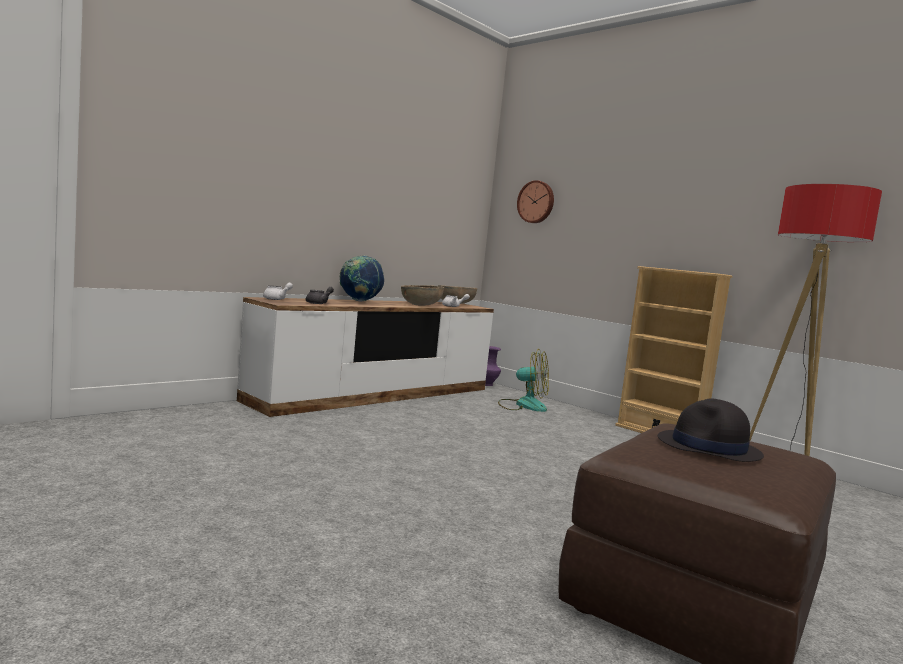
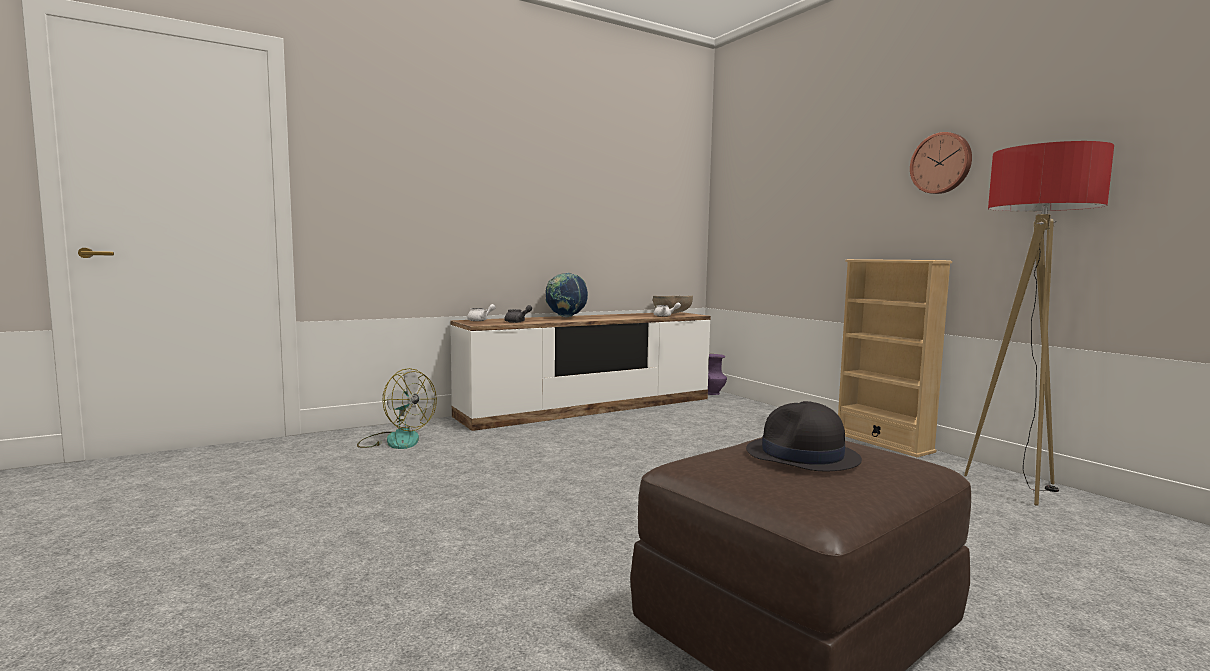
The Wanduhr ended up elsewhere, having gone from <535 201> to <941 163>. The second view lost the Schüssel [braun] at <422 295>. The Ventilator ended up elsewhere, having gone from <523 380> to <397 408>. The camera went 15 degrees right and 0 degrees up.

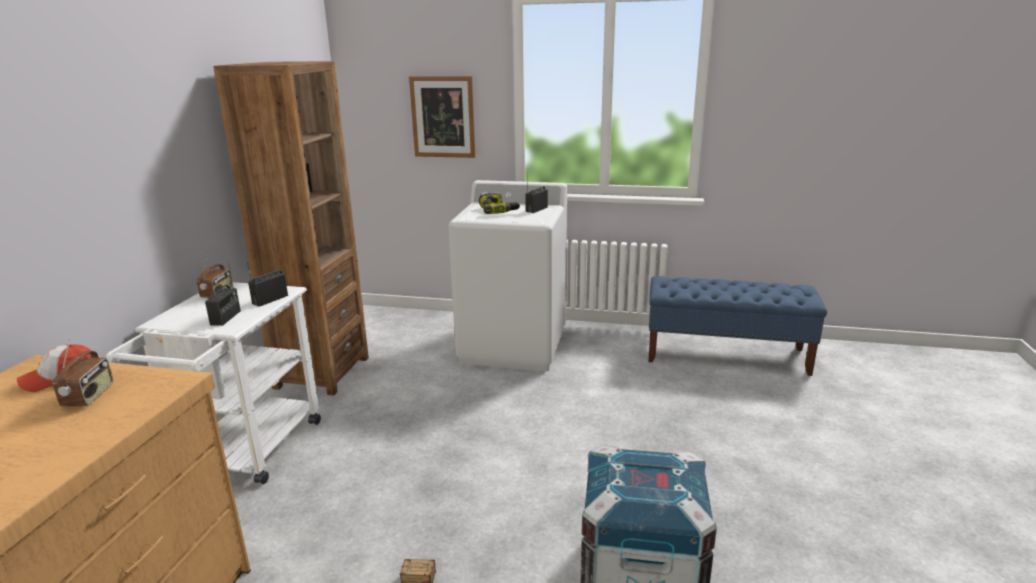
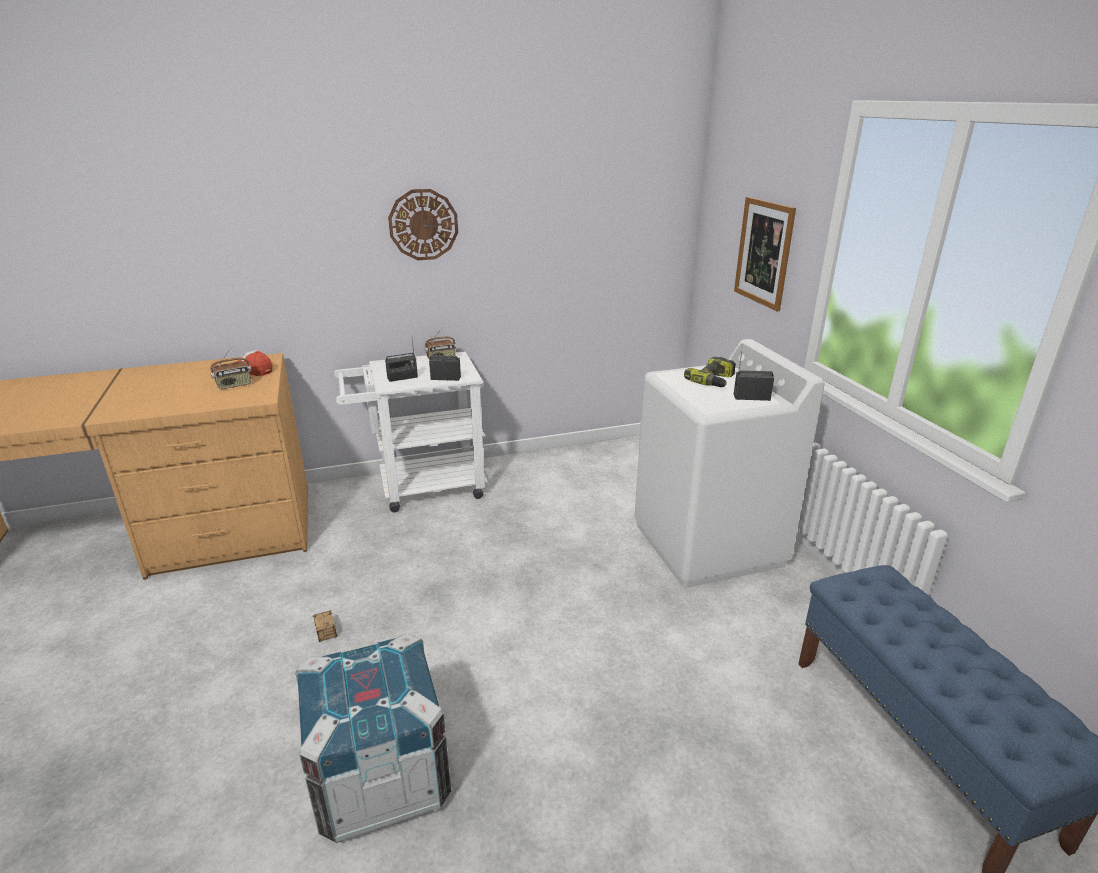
The second view lost the Bücherregal [braun] at <291 228>. The second view gained the Wanduhr at <423 224>. The camera went 60 degrees right and 5 degrees up.

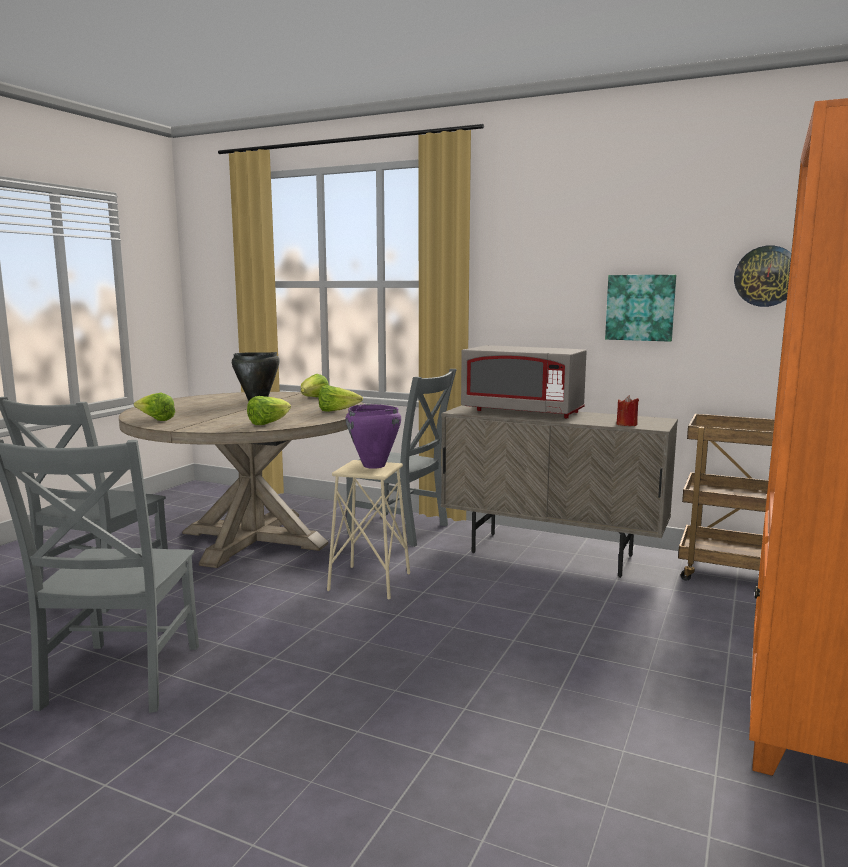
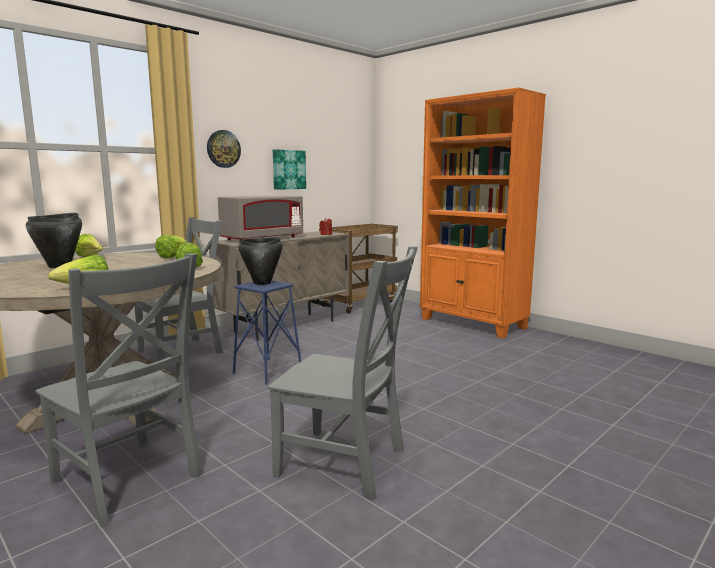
The Wanduhr ended up elsewhere, having gone from <762 276> to <224 149>. What was the Kochtopf [lila] at <373 436> turned into the Kochtopf [schwarz] at <261 261>. What was the Hocker [beige] at <368 530> turned into the Hocker [blau] at <267 333>. The camera went 70 degrees left and 0 degrees up.

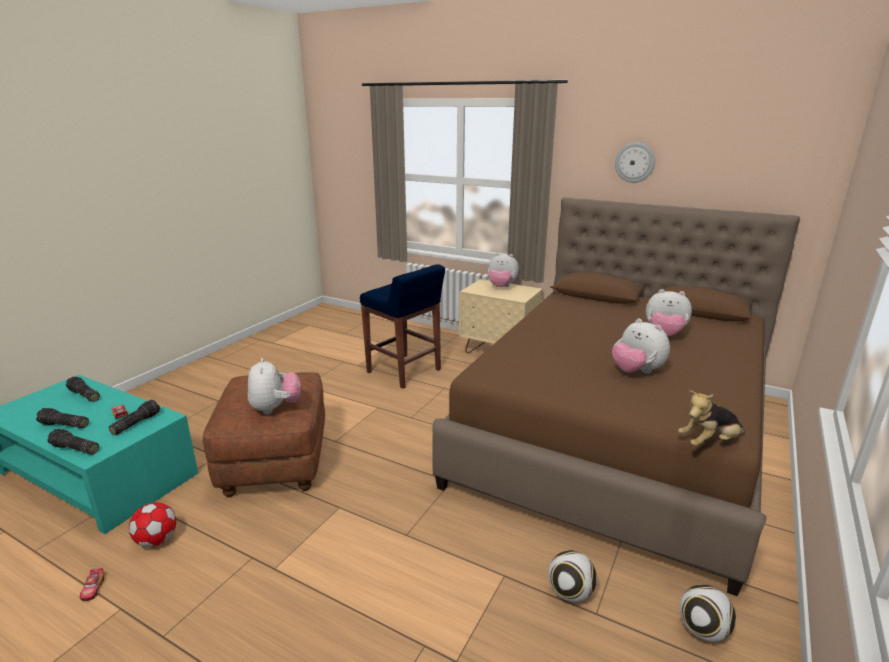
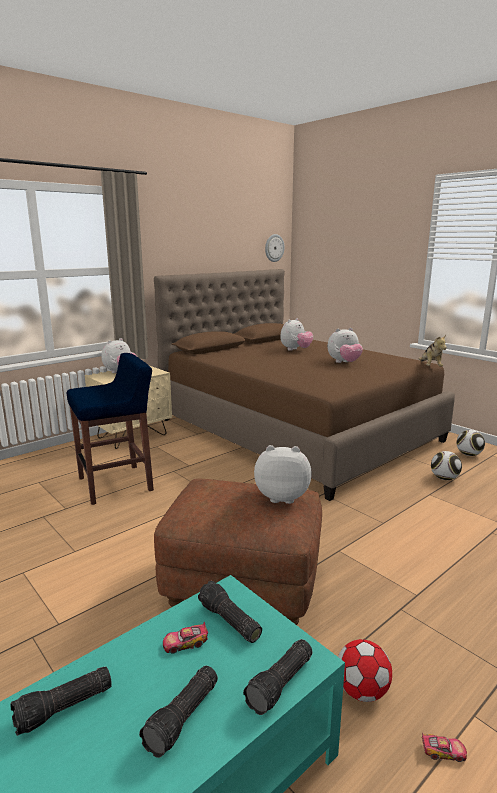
The Wanduhr ended up elsewhere, having gone from <635 162> to <275 248>. The camera went 70 degrees left and 5 degrees down.

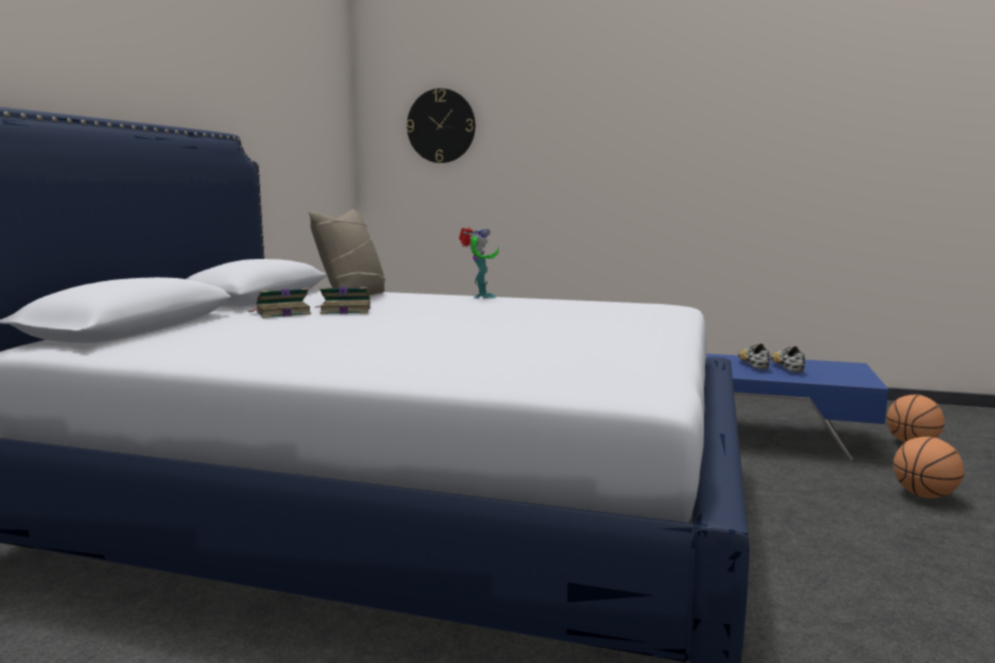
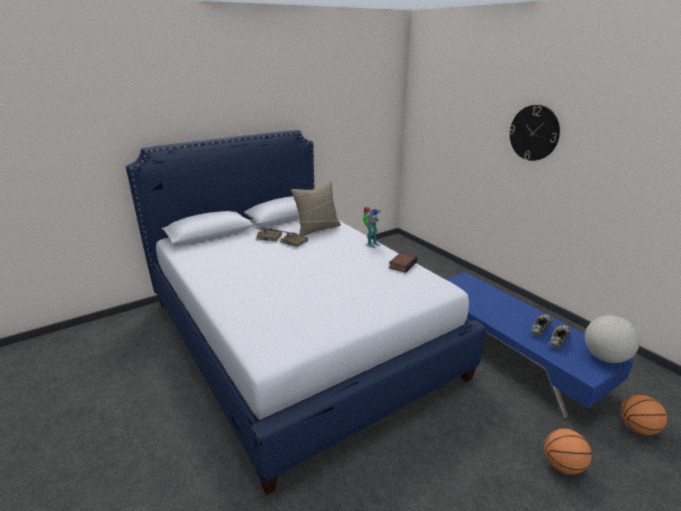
The Wanduhr ended up elsewhere, having gone from <440 125> to <534 133>. The second view gained the Buch at <403 263>. The second view gained the Globus at <612 339>. The camera went 40 degrees right and 15 degrees up.

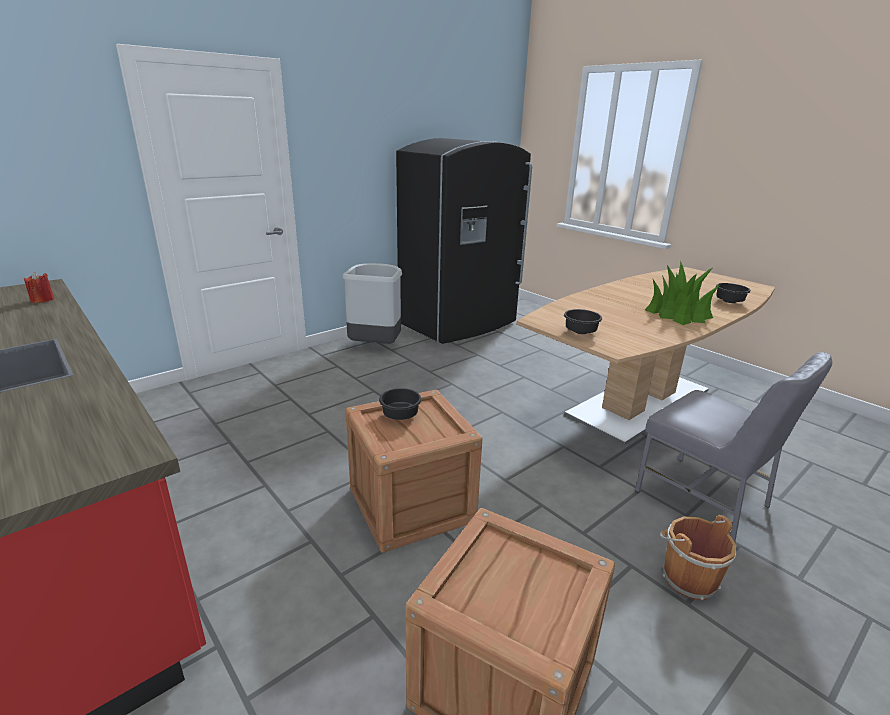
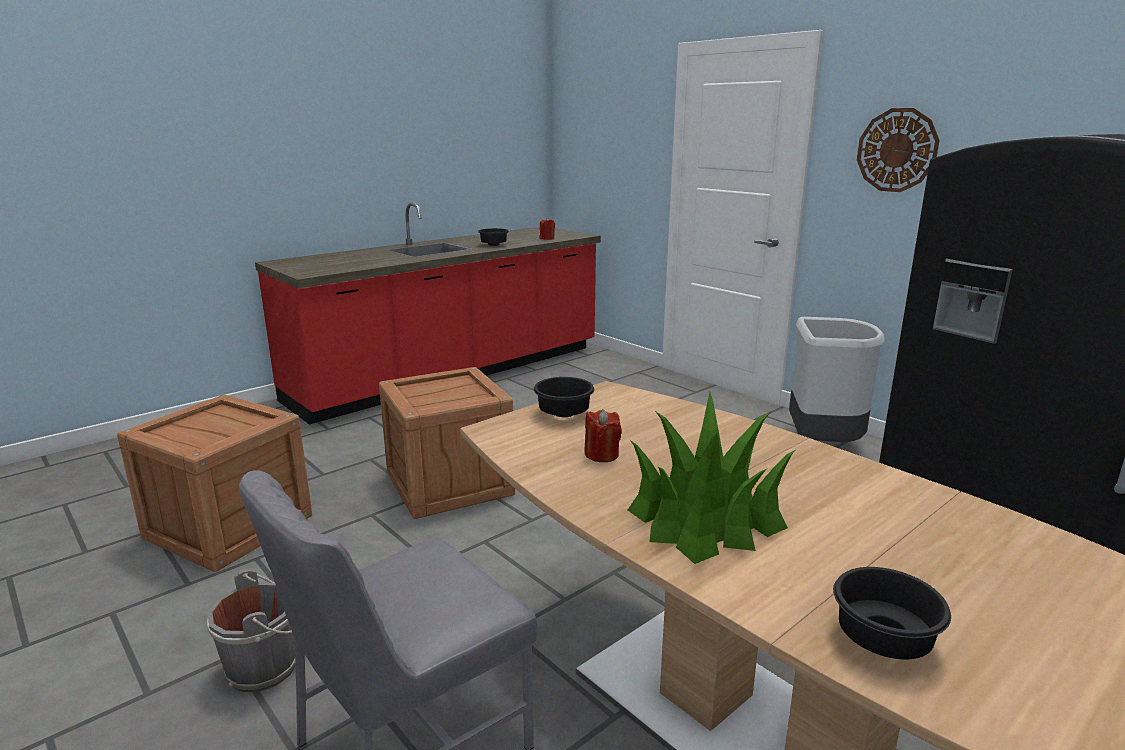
The Schüssel [schwarz] ended up elsewhere, having gone from <400 404> to <493 237>. What was the Eimer [braun] at <699 557> turned into the Eimer [grau] at <251 630>. The second view gained the Wanduhr at <898 150>. The second view gained the Kerze [rot] at <603 435>. The camera went 90 degrees right and 5 degrees down.

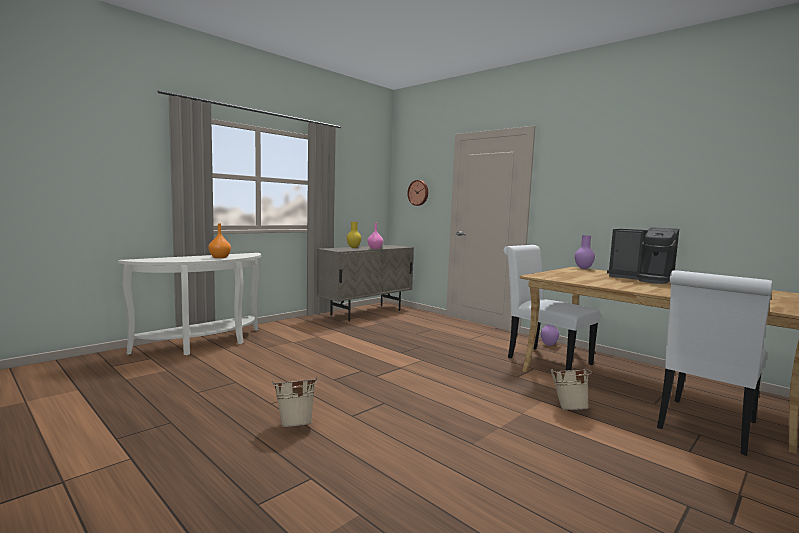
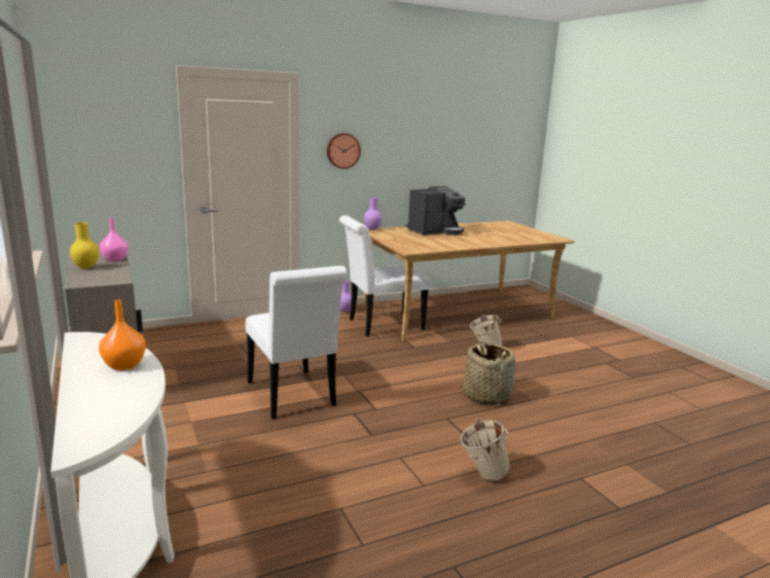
The Wanduhr ended up elsewhere, having gone from <417 193> to <344 151>. The Stuhl [weiß] ended up elsewhere, having gone from <715 363> to <296 342>. The second view gained the Korb at <489 372>. The camera went 70 degrees left and 10 degrees up.

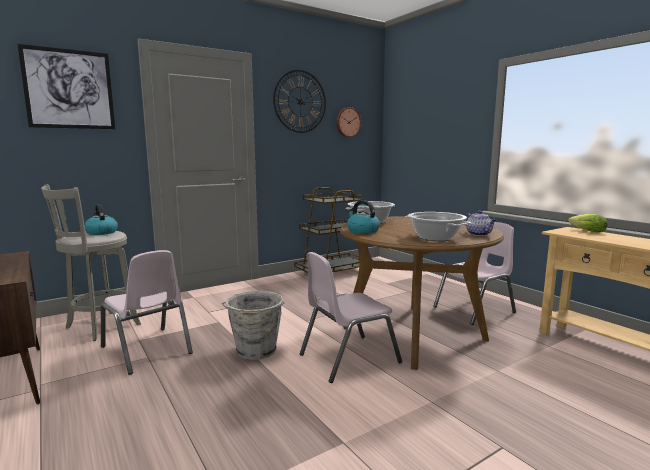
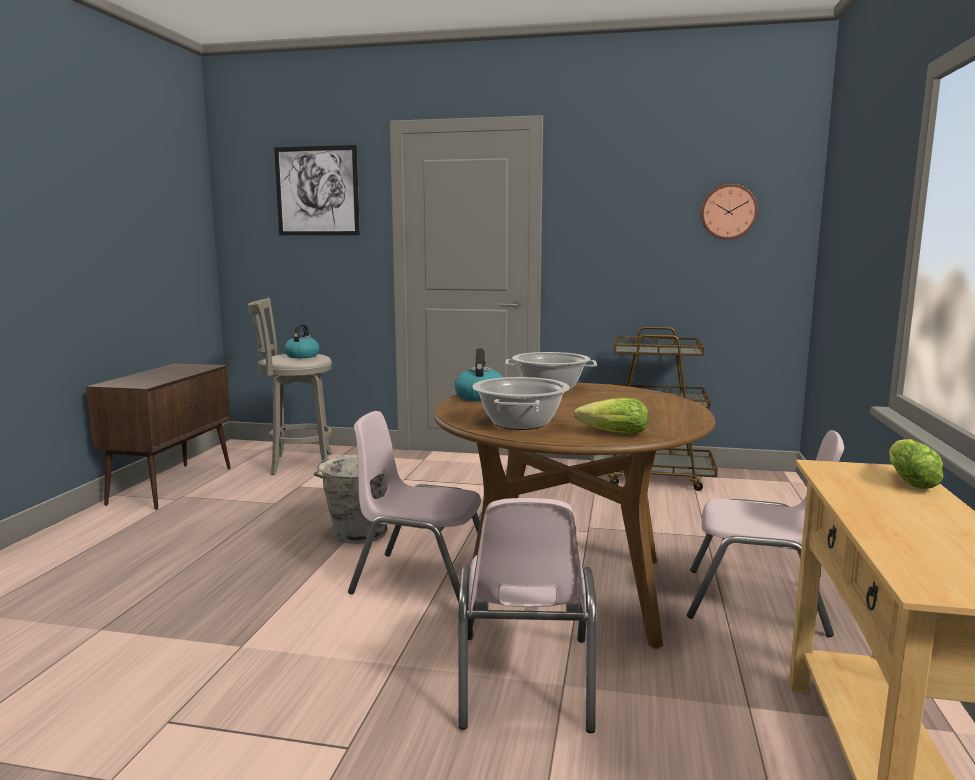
The second view lost the Wanduhr at <299 101>. Where the Teekanne stood at <479 223>, the Salatkopf came to stand at <611 416>. The Stuhl [rosa] ended up elsewhere, having gone from <147 312> to <527 615>. The camera went 45 degrees right and 0 degrees up.

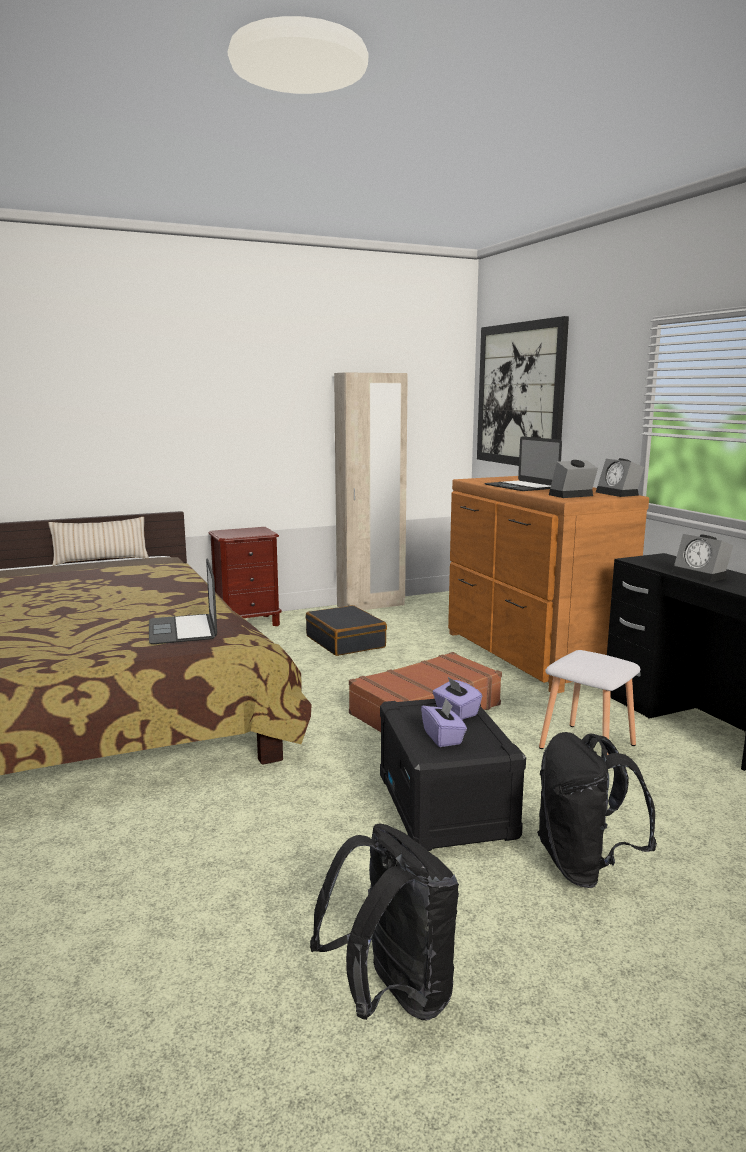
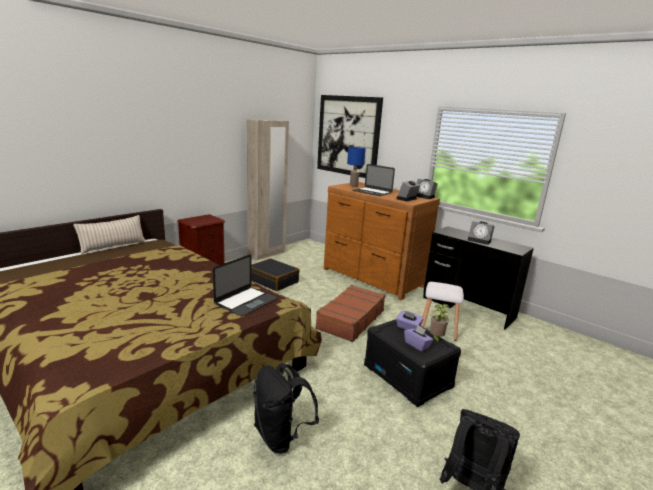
The Laptop at <183 601> ended up facing another way, 105 degrees counterclockwise from before. The Rucksack [schwarz] ended up elsewhere, having gone from <597 810> to <286 408>. The second view gained the Tischlampe [blau] at <356 167>. The second view gained the Topfpflanze at <440 323>. The camera went 25 degrees left and 5 degrees up.

